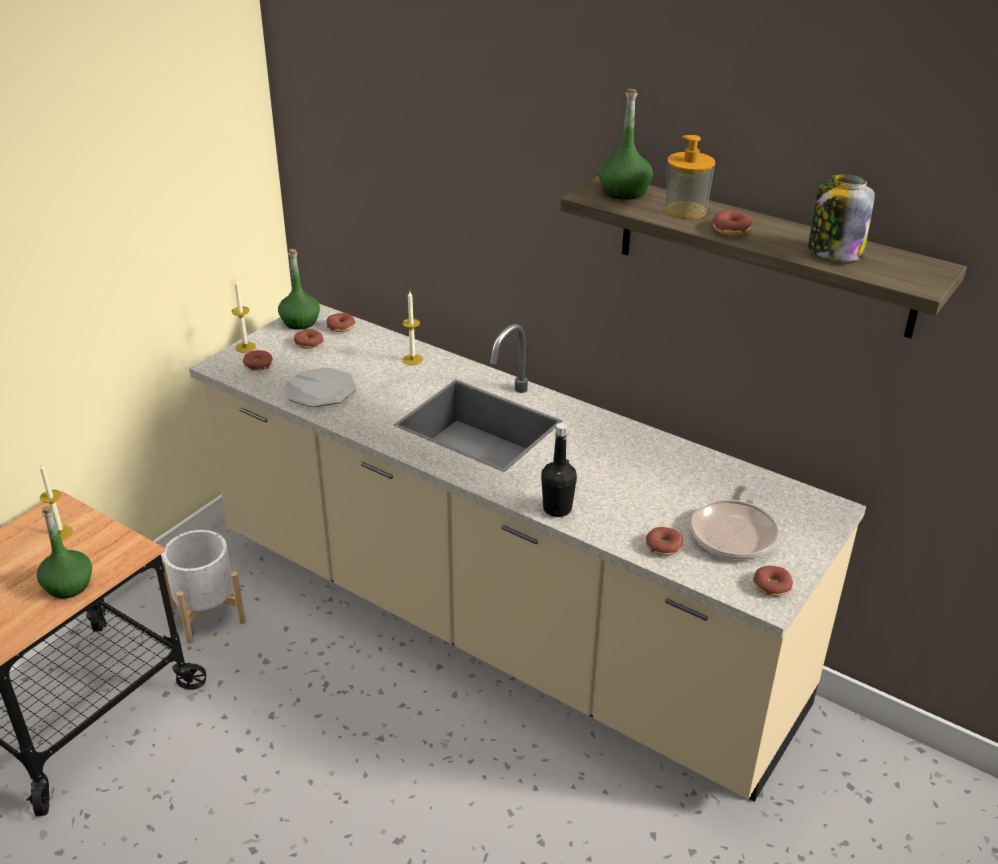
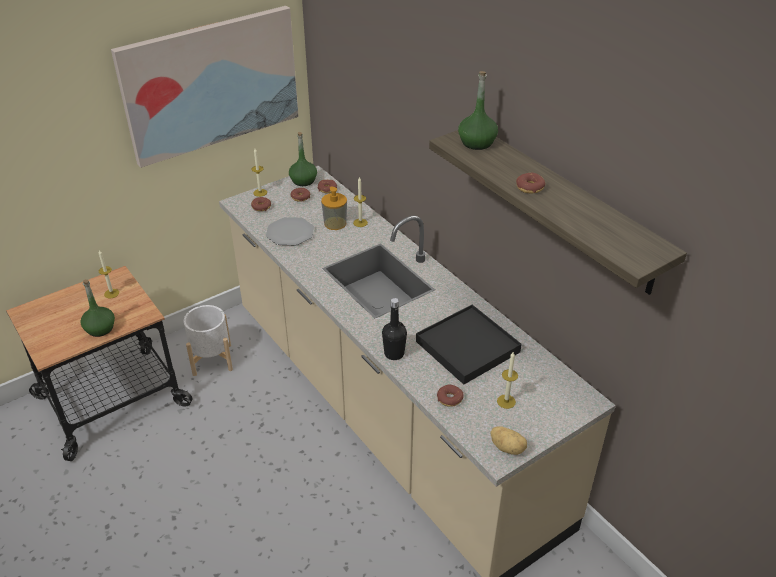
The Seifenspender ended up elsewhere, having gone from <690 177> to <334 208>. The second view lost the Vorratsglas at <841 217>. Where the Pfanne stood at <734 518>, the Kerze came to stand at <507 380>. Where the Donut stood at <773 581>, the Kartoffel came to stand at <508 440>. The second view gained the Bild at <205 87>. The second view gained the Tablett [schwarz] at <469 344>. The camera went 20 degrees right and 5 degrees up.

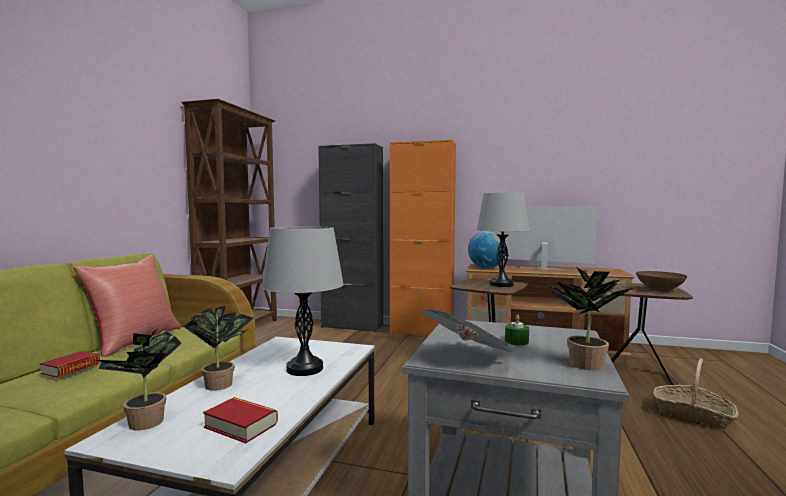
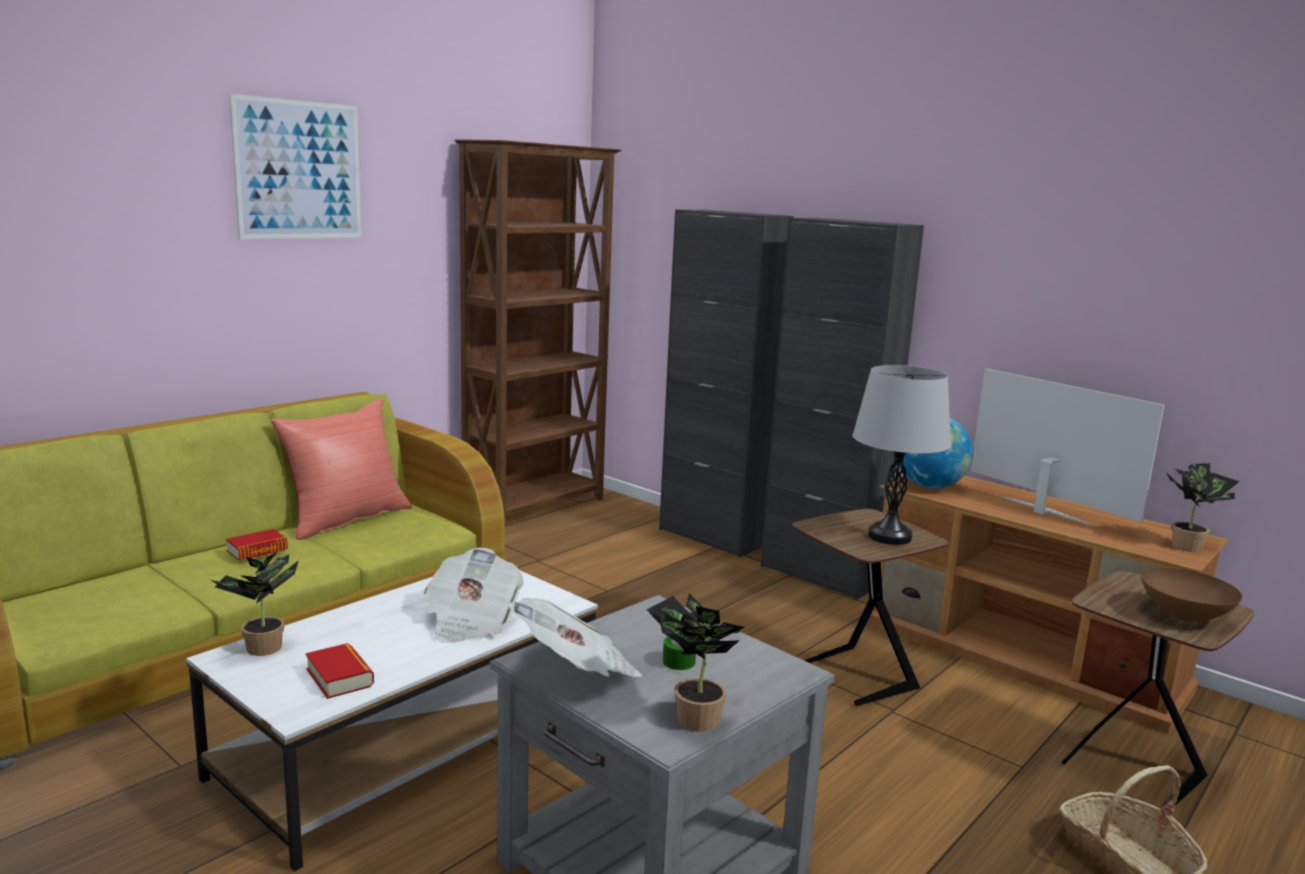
What was the Schrank [orange] at <423 238> turned into the Schrank [schwarz] at <842 409>. Where the Tischlampe [grau] stood at <302 301>, the Zeitung came to stand at <474 595>. The Topfpflanze ended up elsewhere, having gone from <218 348> to <1203 507>. The second view gained the Bild at <295 166>. The camera went 25 degrees right and 10 degrees up.

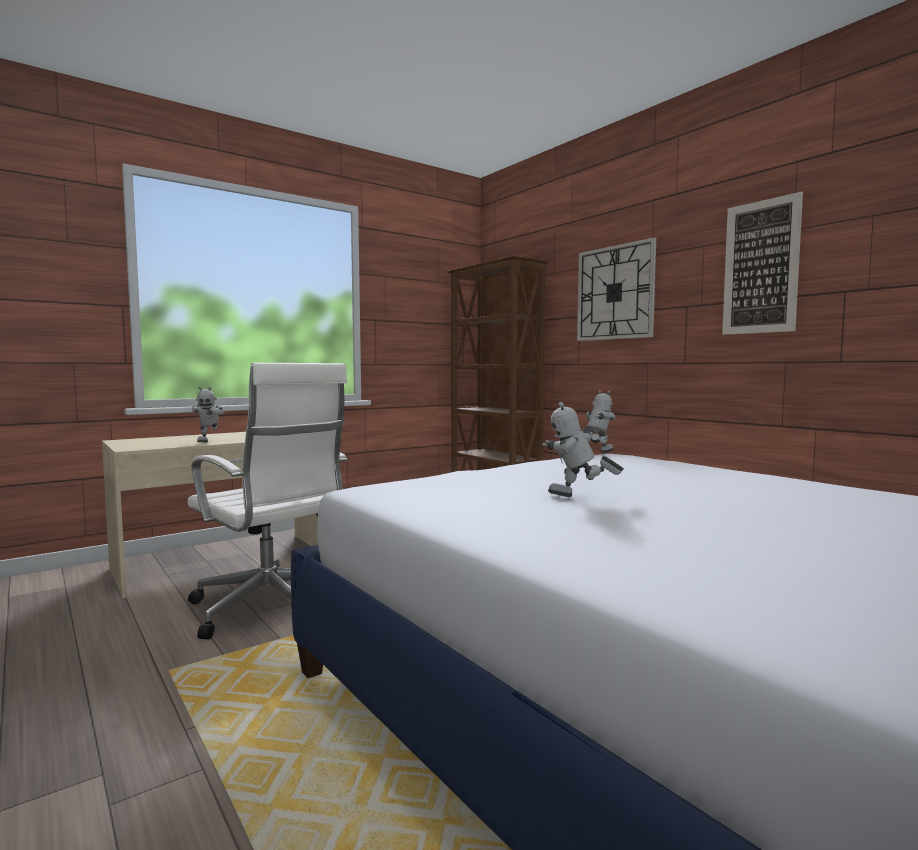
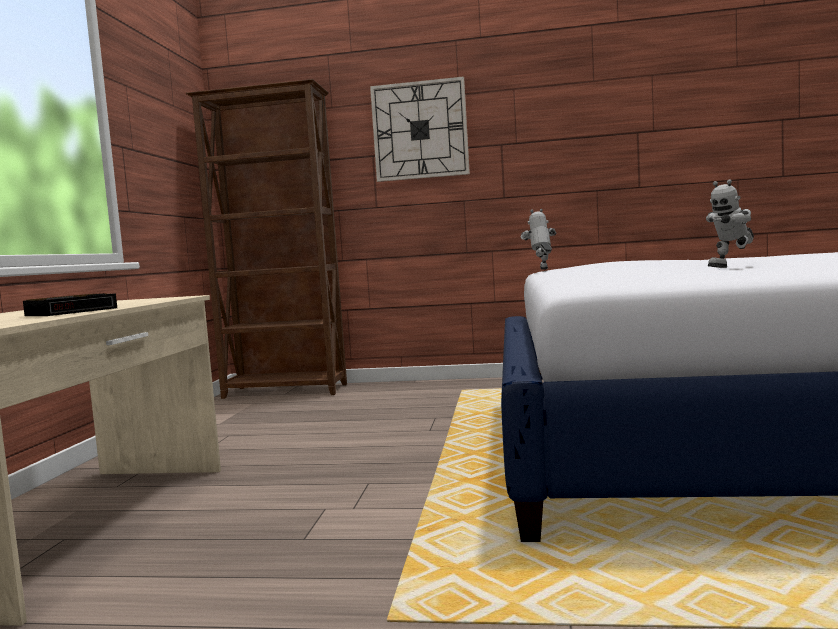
The second view lost the Bild at <762 263>. The second view lost the Bürostuhl [weiß] at <267 501>. Where the Spielzeugroboter stood at <208 414>, the Wecker came to stand at <70 304>. The camera went 45 degrees left and 0 degrees up.

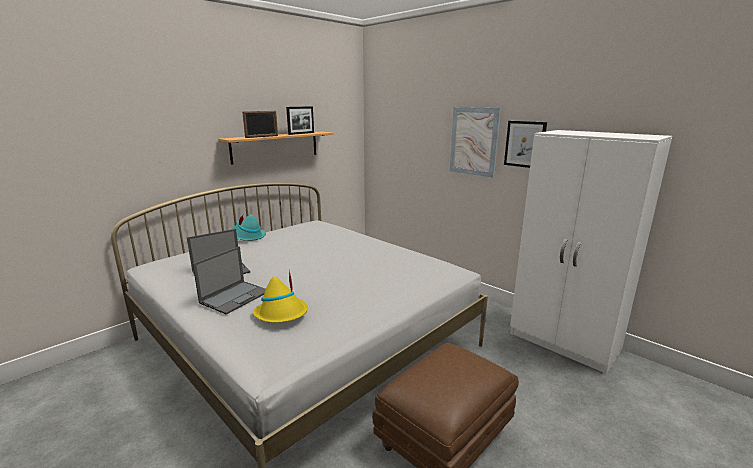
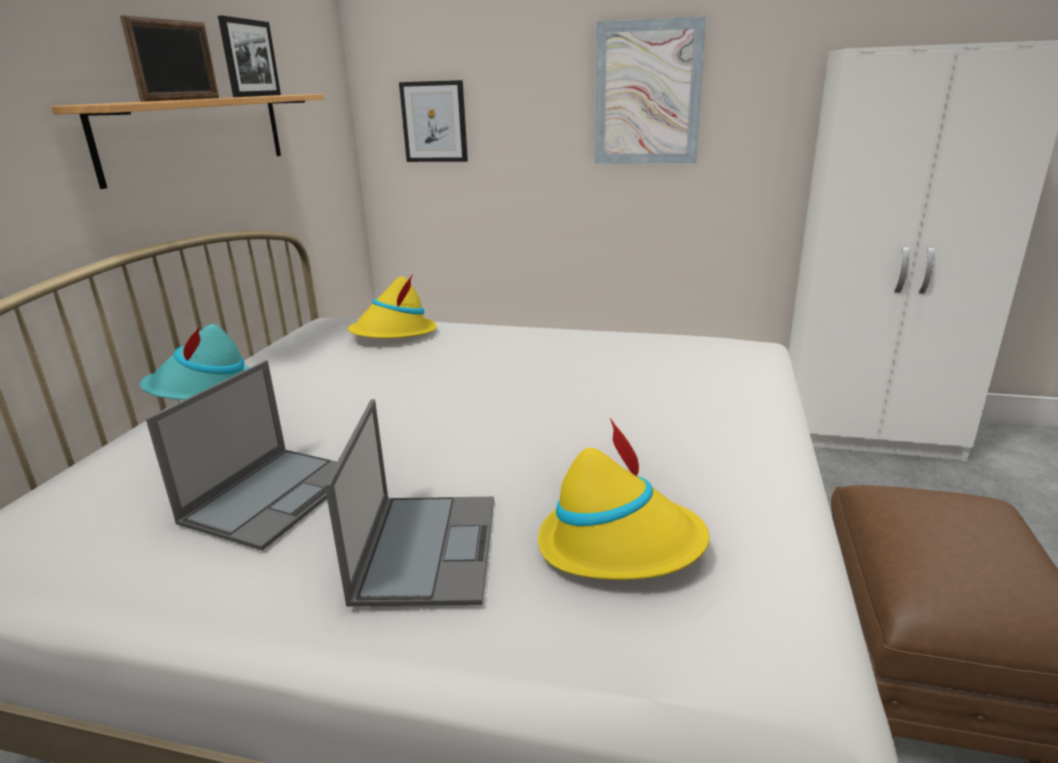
The Bild ended up elsewhere, having gone from <525 144> to <433 121>. The second view gained the Hut [gelb] at <392 306>. The camera went 30 degrees left and 5 degrees up.

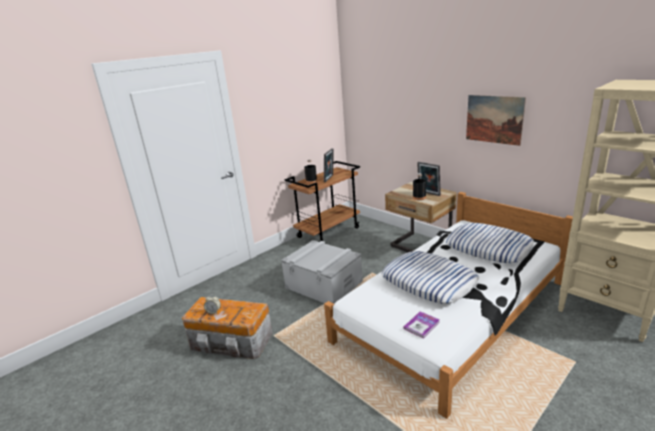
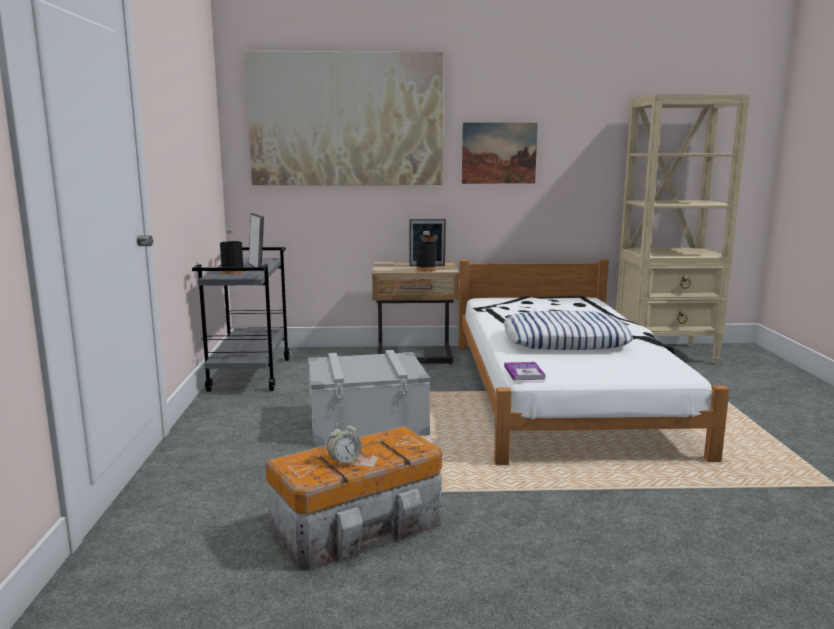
What was the Rollwagen [braun] at <322 201> turned into the Rollwagen [grau] at <241 319>. The second view lost the Kissen at <490 243>. The Buch ended up elsewhere, having gone from <422 325> to <525 371>. The second view gained the Bild at <344 118>. The camera went 50 degrees left and 10 degrees down.

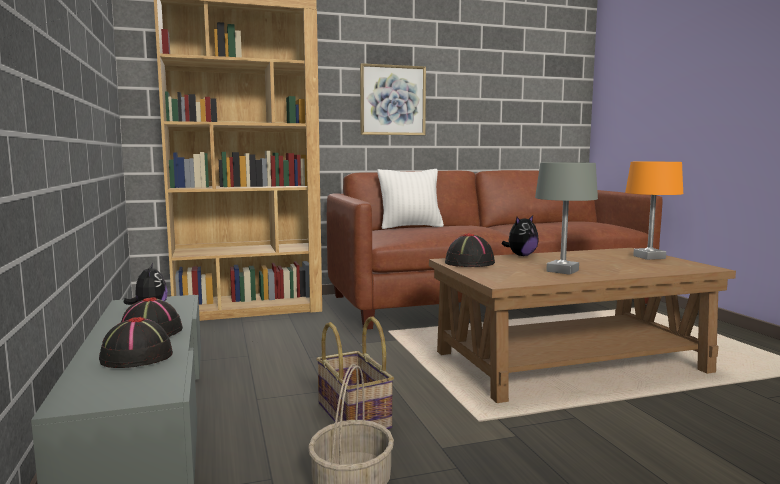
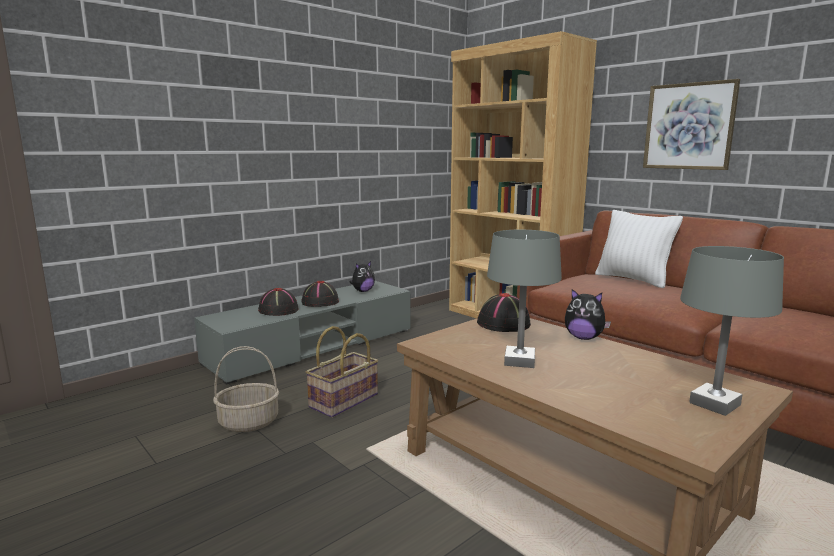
What was the Tischlampe [orange] at <654 211> turned into the Tischlampe [grau] at <732 331>. The camera went 65 degrees right and 5 degrees up.

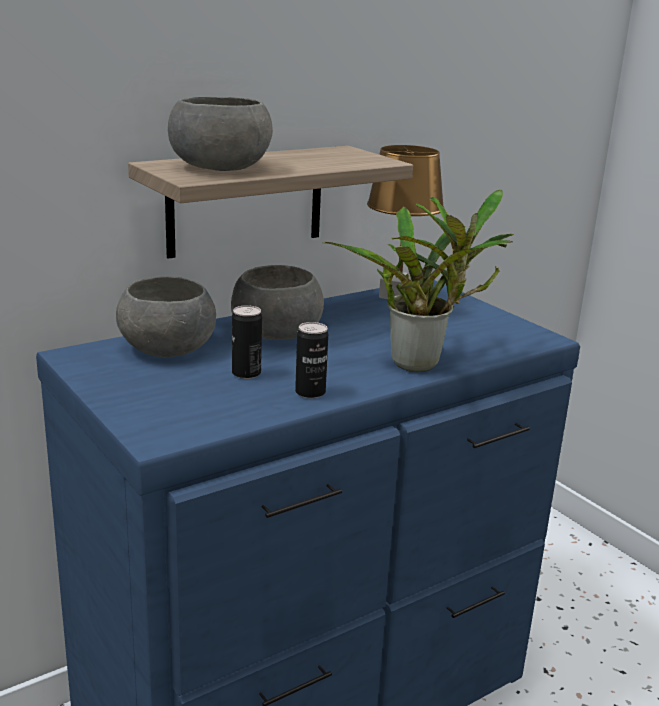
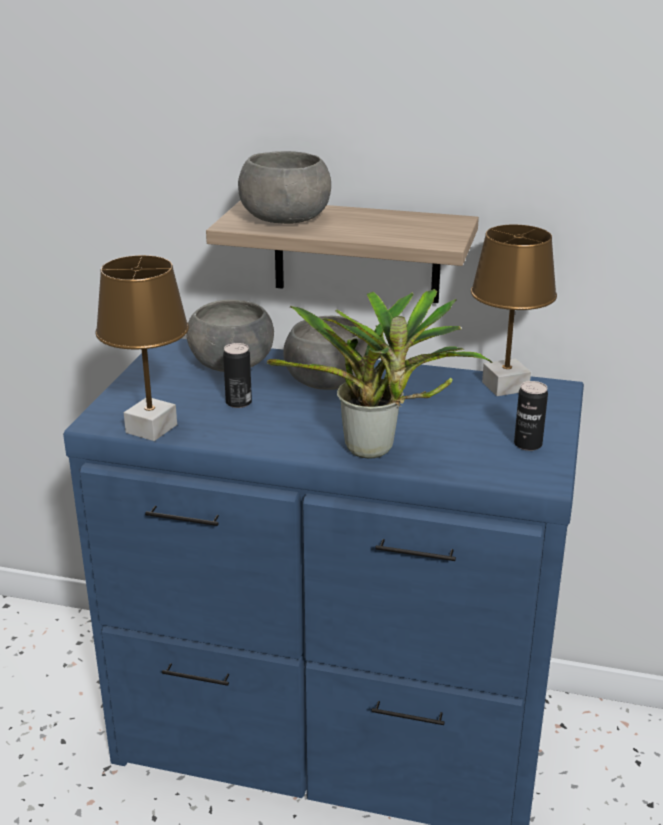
The Dose ended up elsewhere, having gone from <311 360> to <531 416>. The second view gained the Tischlampe [braun] at <142 348>. The camera went 50 degrees right and 5 degrees up.

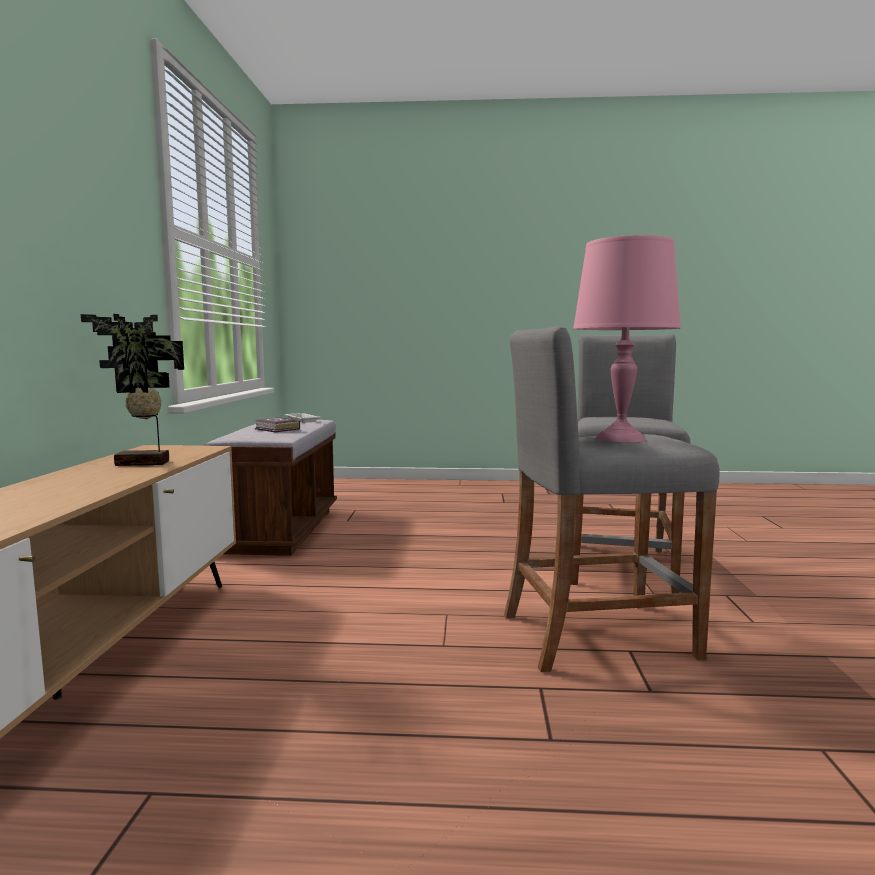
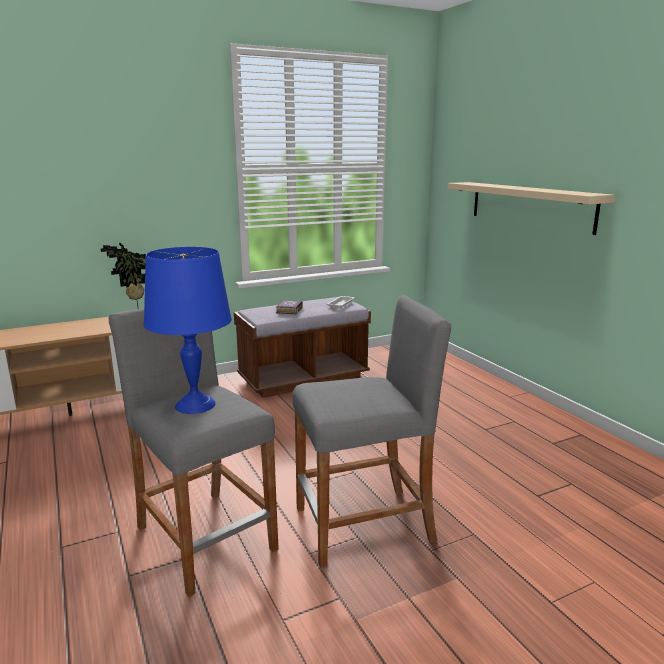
What was the Tischlampe [rosa] at <627 339> turned into the Tischlampe [blau] at <188 330>. The second view gained the Wandregal [beige] at <531 208>. The camera went 60 degrees right and 10 degrees up.

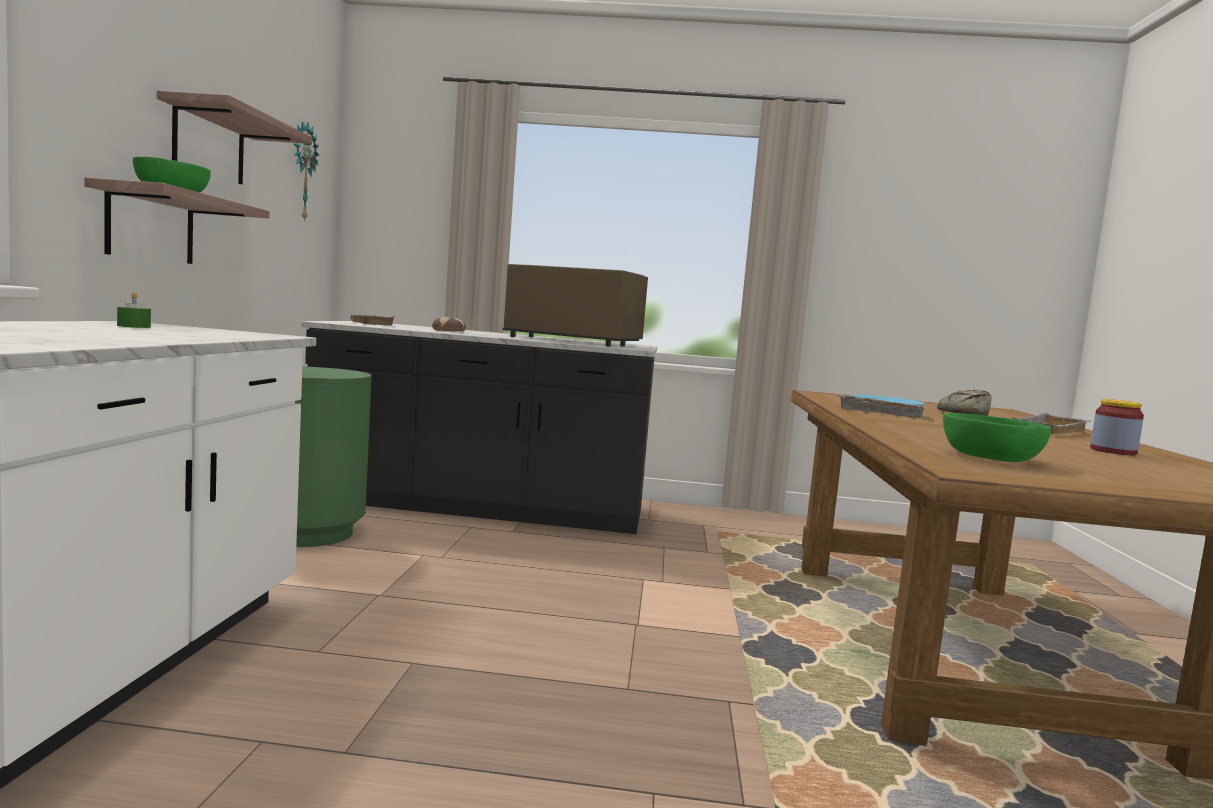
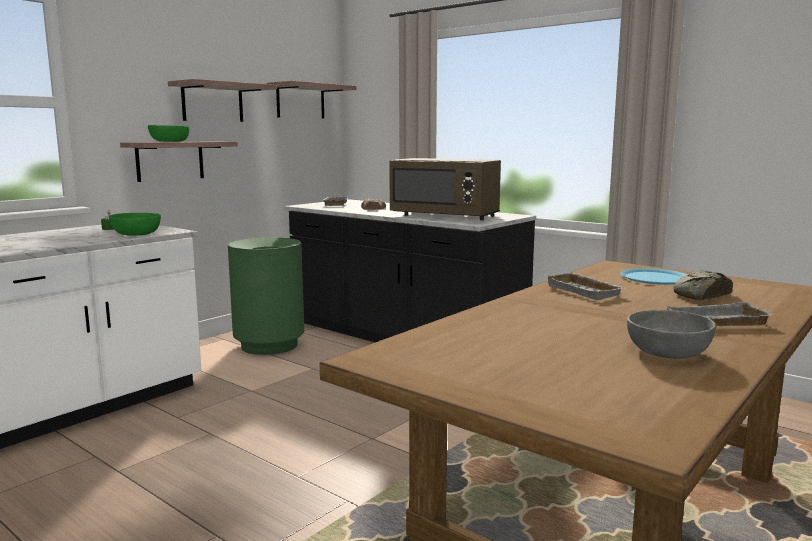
Where the Wanduhr hung at <306 171>, the Wandregal came to hang at <311 100>. The Mikrowelle [braun] at <575 305> ended up facing another way, 150 degrees clockwise from before. Where the Vorratsglas stood at <1117 427>, the Schüssel [grau] came to stand at <671 334>. The Schüssel [grün] ended up elsewhere, having gone from <997 437> to <135 224>. The camera went 35 degrees right and 5 degrees up.

